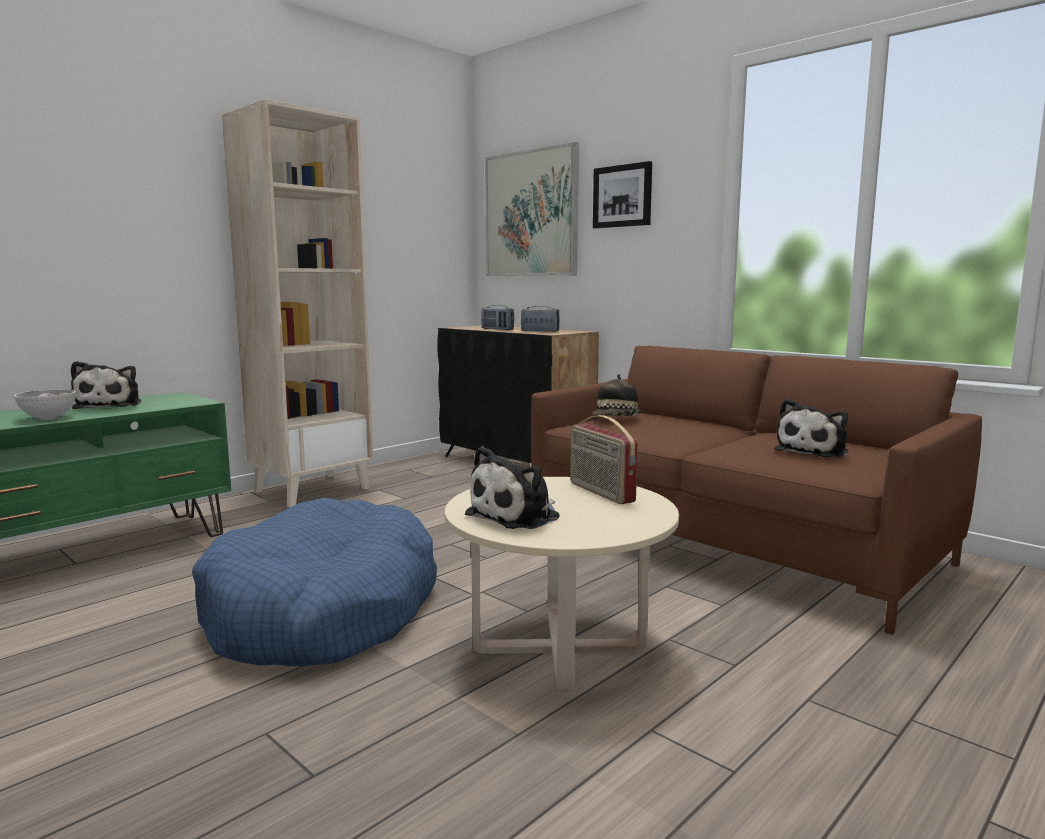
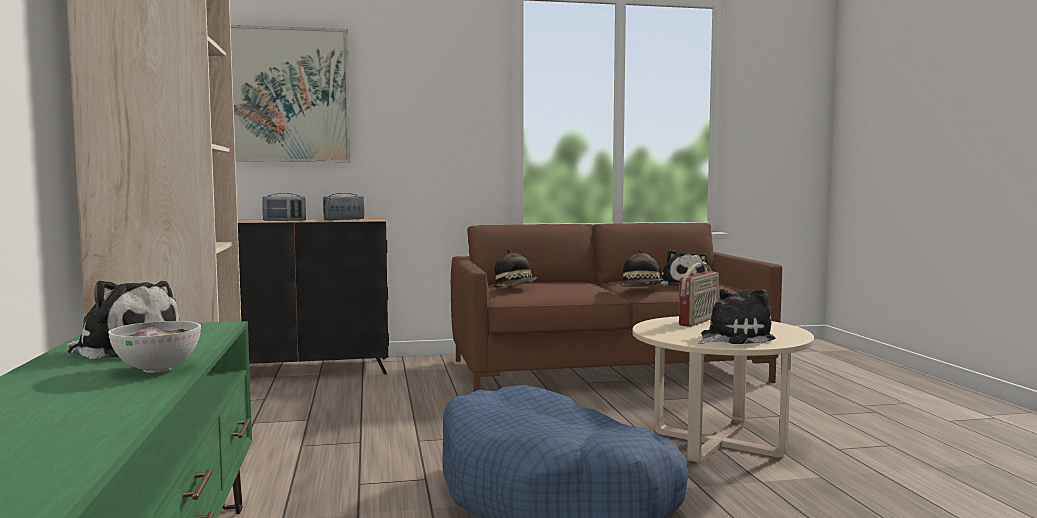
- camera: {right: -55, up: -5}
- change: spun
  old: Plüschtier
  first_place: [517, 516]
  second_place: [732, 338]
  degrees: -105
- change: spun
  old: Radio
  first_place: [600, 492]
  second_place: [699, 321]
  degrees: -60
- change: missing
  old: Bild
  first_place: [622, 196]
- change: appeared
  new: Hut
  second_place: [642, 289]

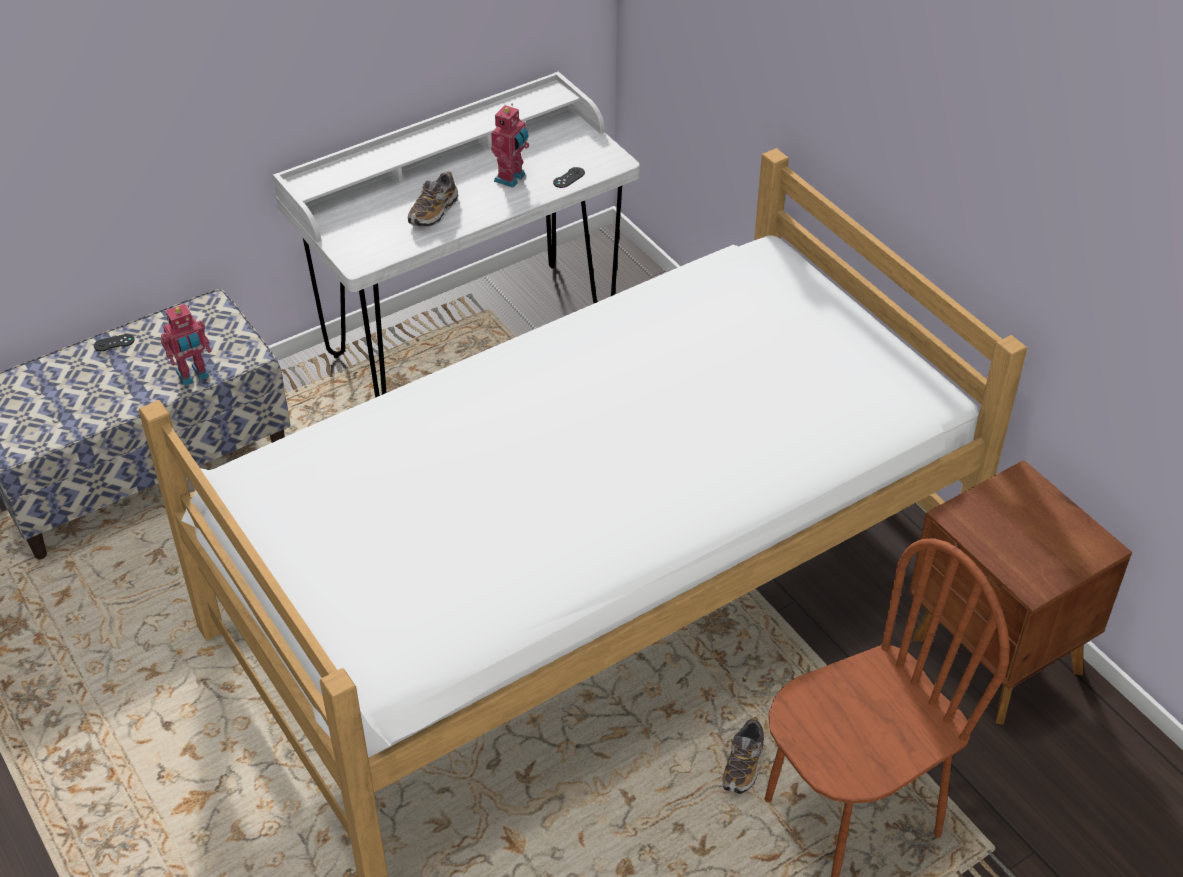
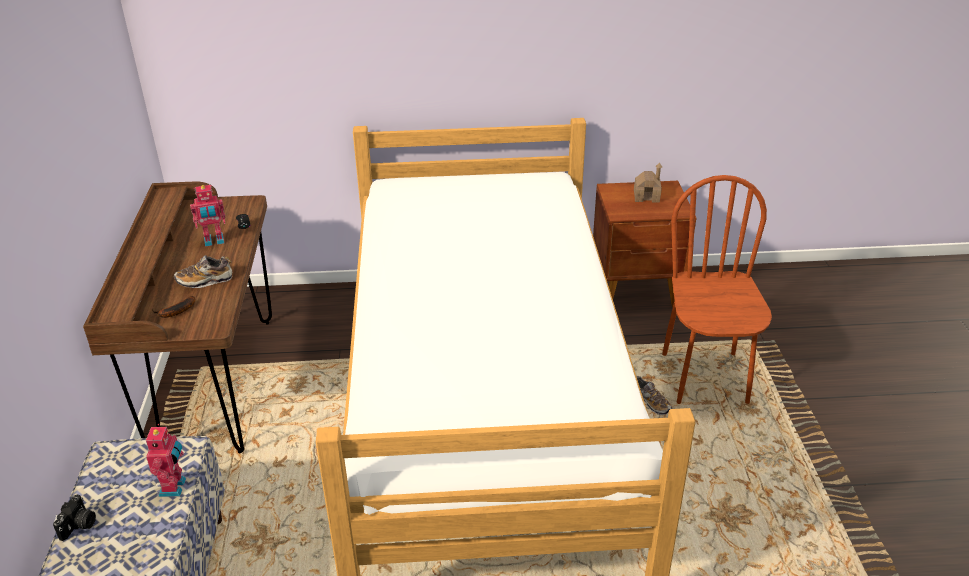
- camera: {right: -60, up: -10}
- change: exchanged
  old: Gamepad [schwarz]
  new: Kamera
  first_place: [114, 343]
  second_place: [79, 526]
- change: colour
  old: Schreibtisch [weiß]
  new: Schreibtisch [braun]
  first_place: [471, 336]
  second_place: [215, 384]
- change: spun
  old: Schuh
  first_place: [434, 212]
  second_place: [205, 280]
  degrees: 105
- change: spun
  old: Spielzeugroboter
  first_place: [511, 178]
  second_place: [214, 241]
  degrees: 105
- change: appeared
  new: Banane
  second_place: [175, 312]
- change: appeared
  new: Spielzeughaus
  second_place: [646, 196]

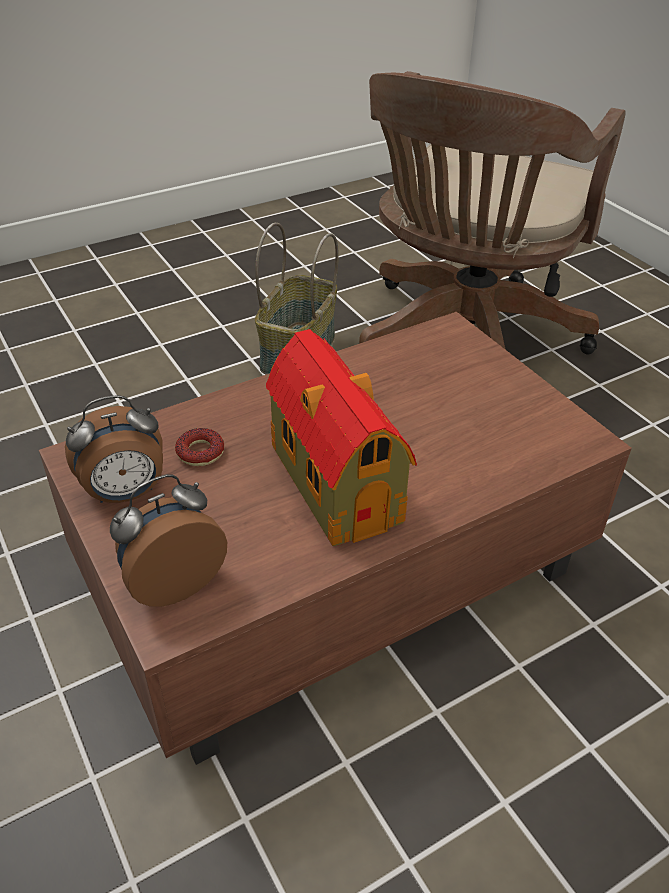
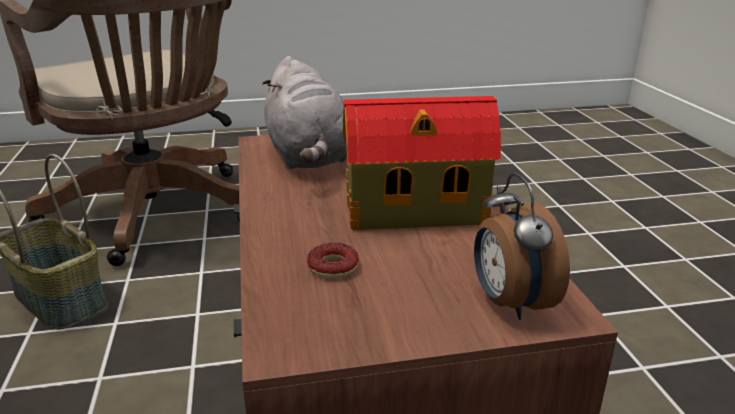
- camera: {right: -70, up: -15}
- change: missing
  old: Wecker
  first_place: [126, 493]
- change: appeared
  new: Plüschtier [grau]
  second_place: [309, 157]

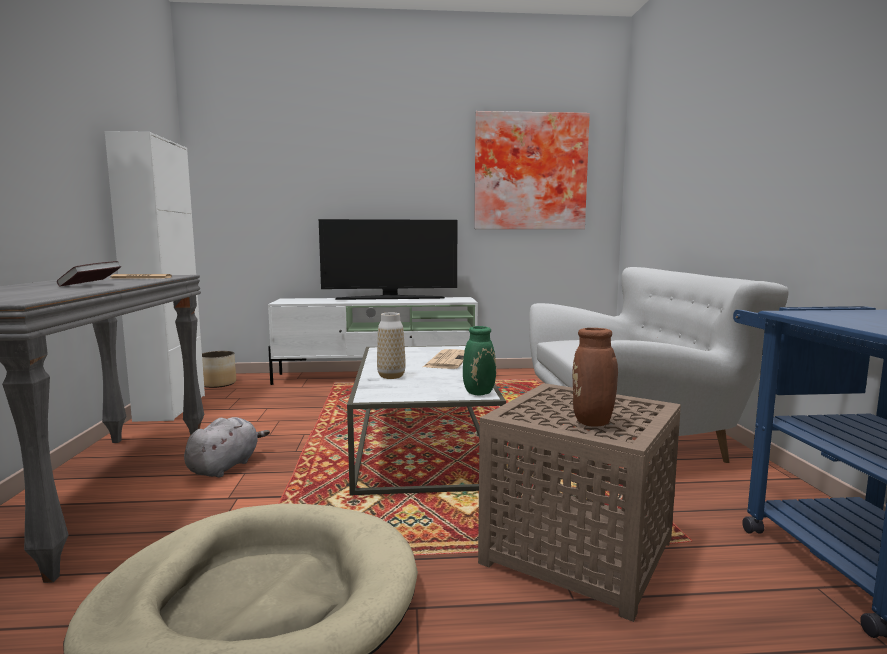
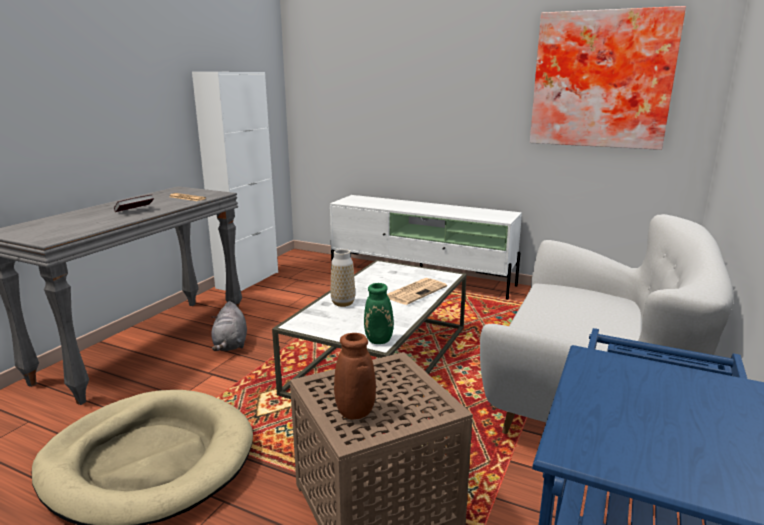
- camera: {right: 30, up: 10}
- change: spun
  old: Plüschtier [grau]
  first_place: [225, 466]
  second_place: [230, 344]
  degrees: 120
- change: missing
  old: Pflanzkübel
  first_place: [218, 383]
- change: missing
  old: Fernseher
  first_place: [390, 299]

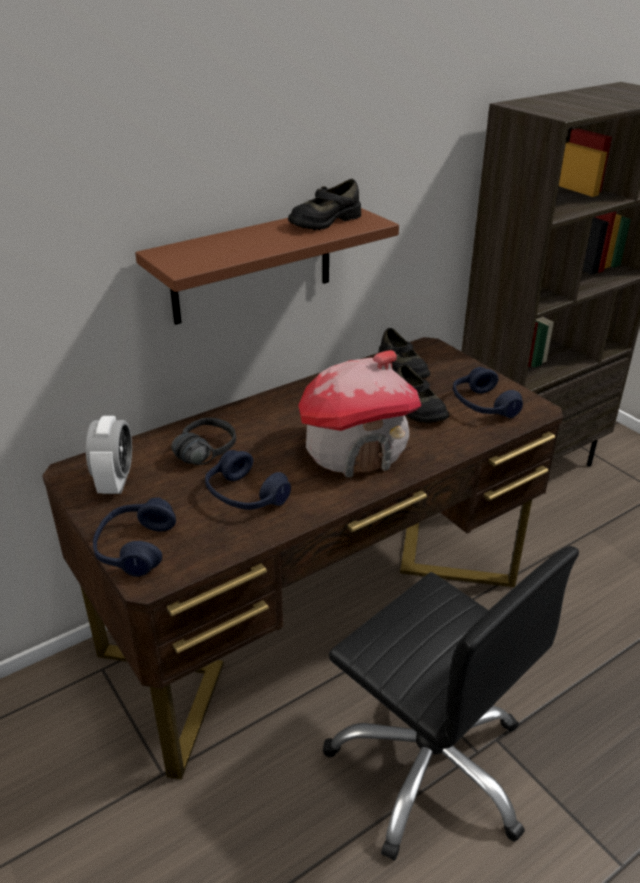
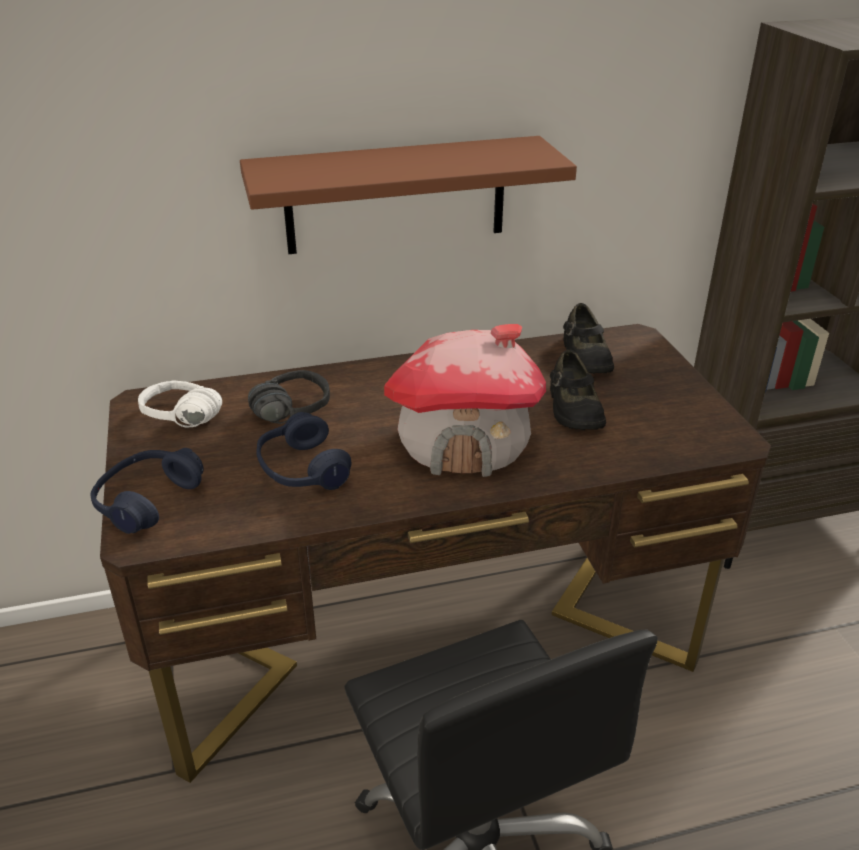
- camera: {right: 20, up: 0}
- change: exchanged
  old: Wecker
  new: Kopfhörer [weiß]
  first_place: [115, 482]
  second_place: [176, 423]
- change: missing
  old: Schuh [schwarz]
  first_place: [324, 221]
- change: missing
  old: Kopfhörer [blau]
  first_place: [483, 405]

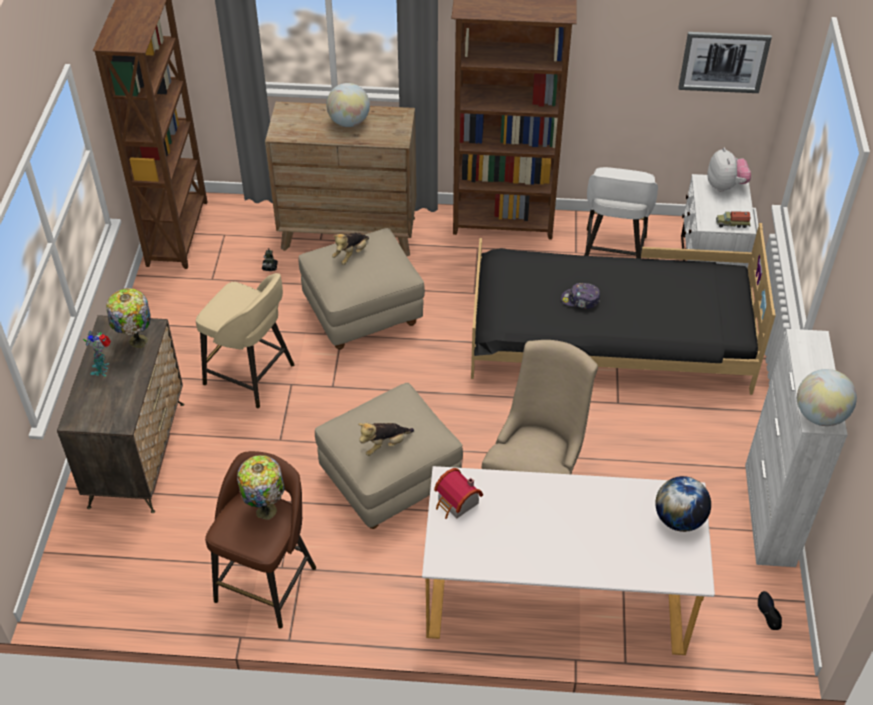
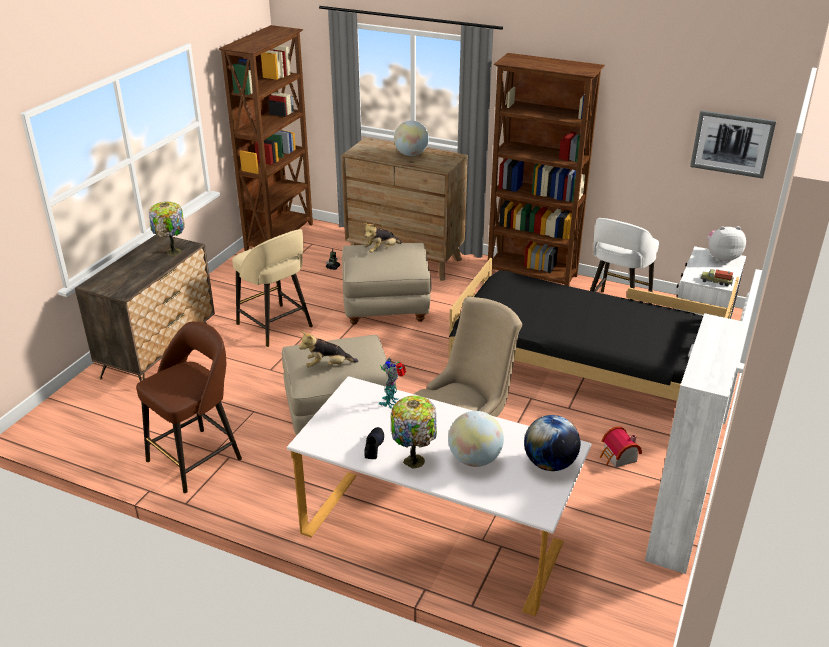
- camera: {right: 20, up: -15}
- change: relocated
  old: Spielzeugroboter
  first_place: [102, 369]
  second_place: [391, 402]
- change: relocated
  old: Tischlampe
  first_place: [266, 509]
  second_place: [414, 459]
- change: relocated
  old: Spielzeughaus
  first_place: [457, 503]
  second_place: [618, 458]
- change: missing
  old: Kappe
  first_place: [580, 300]
- change: spun
  old: Plüschtier
  first_place: [725, 186]
  second_place: [721, 258]
  degrees: -105
- change: relocated
  old: Schuh [schwarz]
  first_place: [768, 612]
  second_place: [373, 446]
- change: relocated
  old: Globus
  first_place: [820, 415]
  second_place: [474, 459]

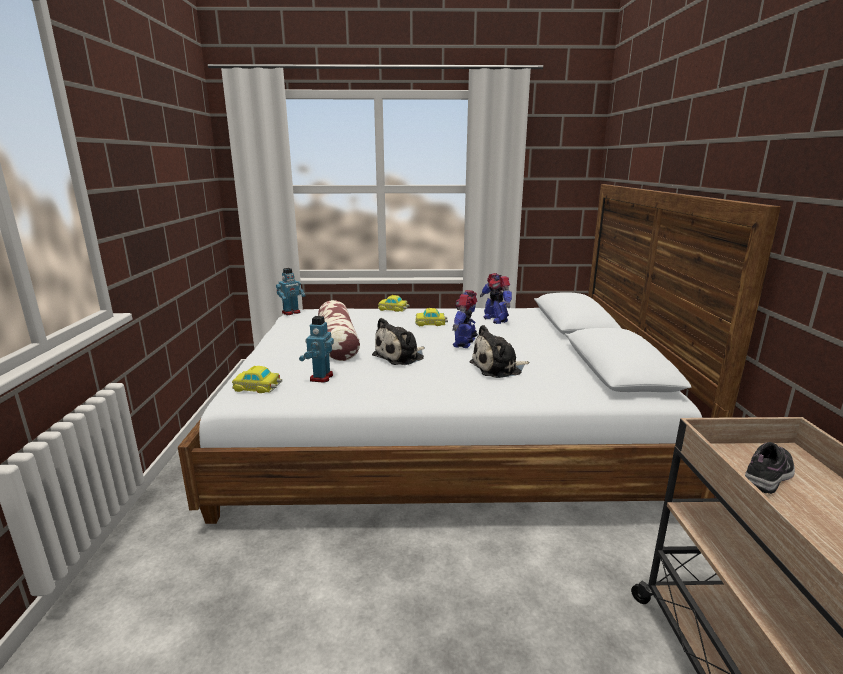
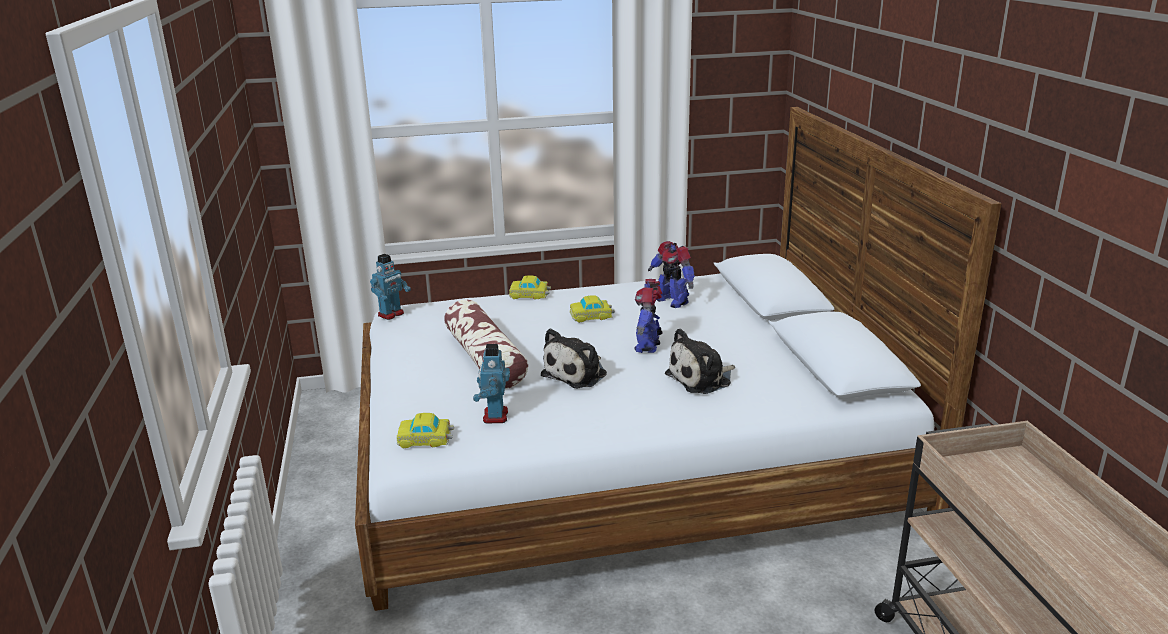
- camera: {right: -10, up: 5}
- change: missing
  old: Schuh
  first_place: [768, 475]

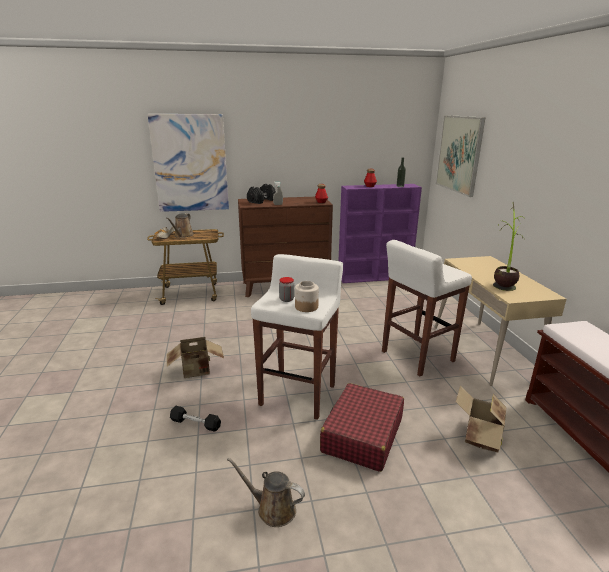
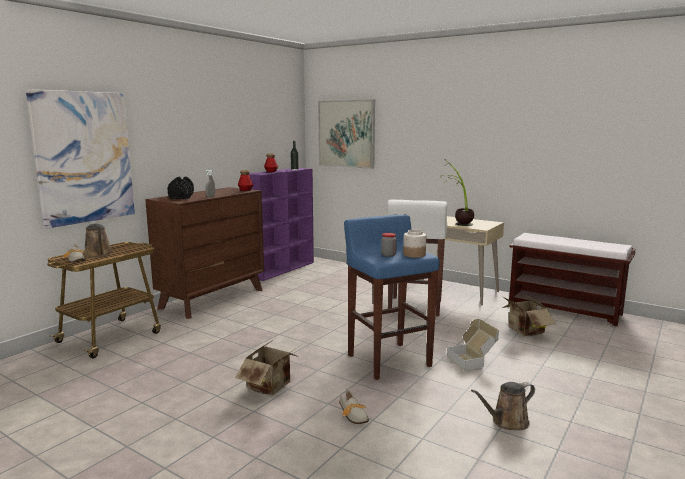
- camera: {right: -45, up: -10}
- change: exchanged
  old: Hantel [schwarz]
  new: Schuh
  first_place: [195, 423]
  second_place: [354, 415]
- change: colour
  old: Hocker [weiß]
  new: Hocker [blau]
  first_place: [298, 394]
  second_place: [388, 360]
- change: exchanged
  old: Koffer [rot]
  new: Karton
  first_place: [362, 435]
  second_place: [472, 360]

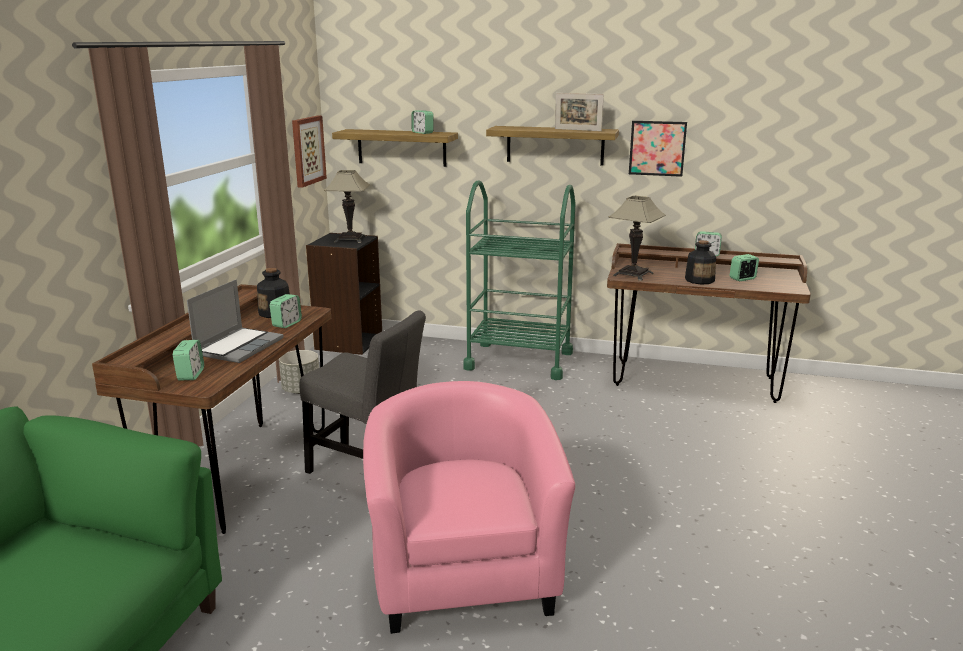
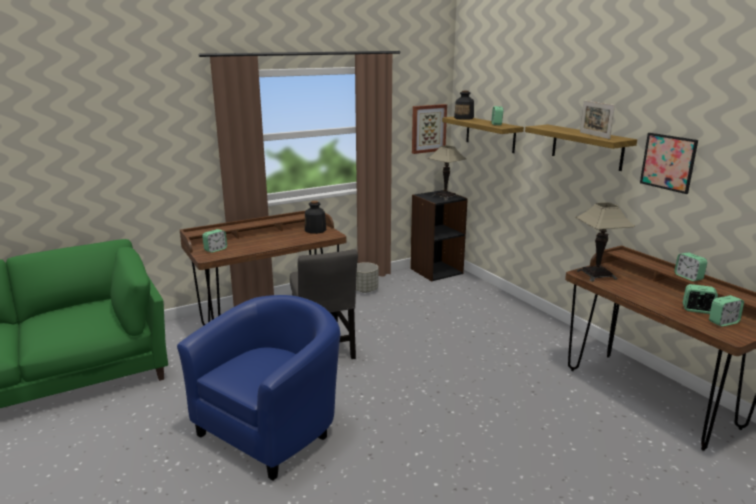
- camera: {right: 45, up: 0}
- change: missing
  old: Laptop
  first_place: [239, 346]
- change: relocated
  old: Wecker
  first_place: [287, 324]
  second_place: [723, 322]
- change: colour
  old: Sessel [rosa]
  new: Sessel [blau]
  first_place: [463, 573]
  second_place: [272, 429]
- change: missing
  old: Rollwagen [grün]
  first_place: [519, 360]
- change: relocated
  old: Flasche
  first_place: [699, 280]
  second_place: [464, 118]

